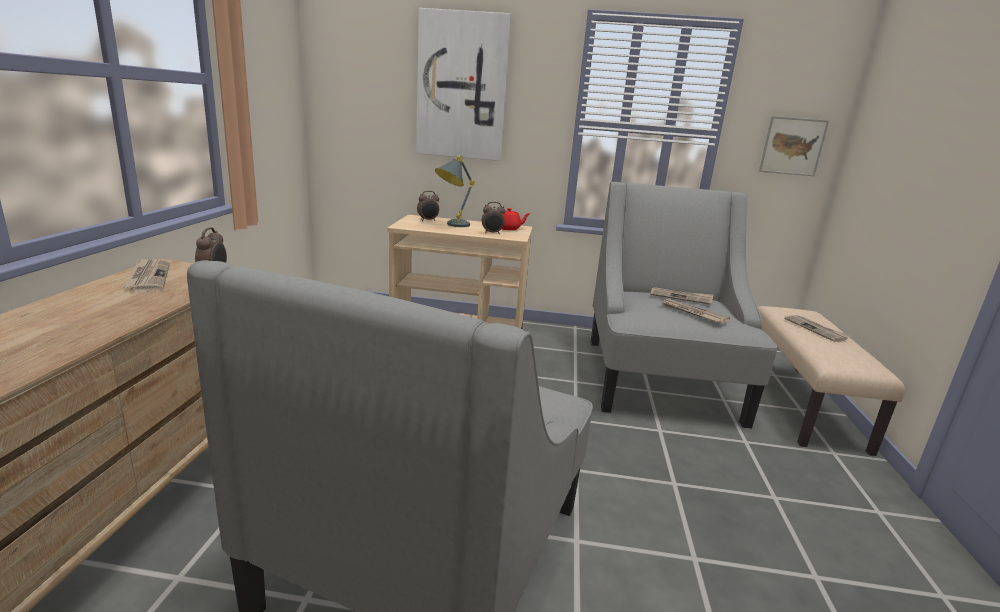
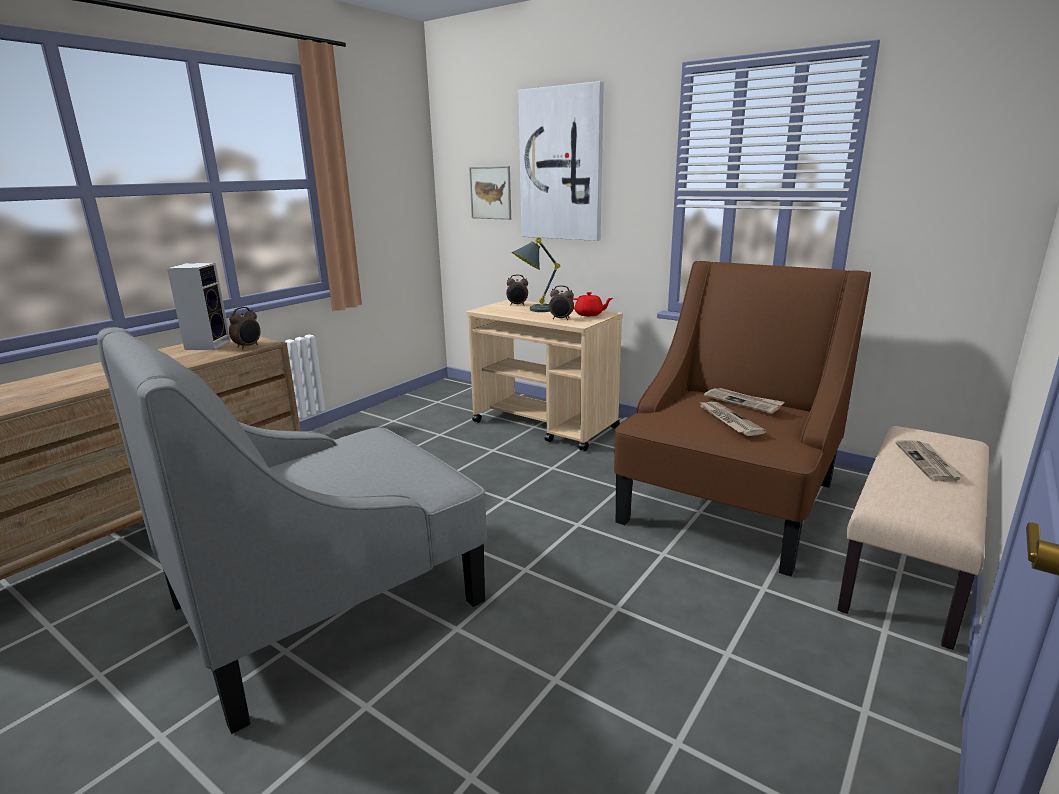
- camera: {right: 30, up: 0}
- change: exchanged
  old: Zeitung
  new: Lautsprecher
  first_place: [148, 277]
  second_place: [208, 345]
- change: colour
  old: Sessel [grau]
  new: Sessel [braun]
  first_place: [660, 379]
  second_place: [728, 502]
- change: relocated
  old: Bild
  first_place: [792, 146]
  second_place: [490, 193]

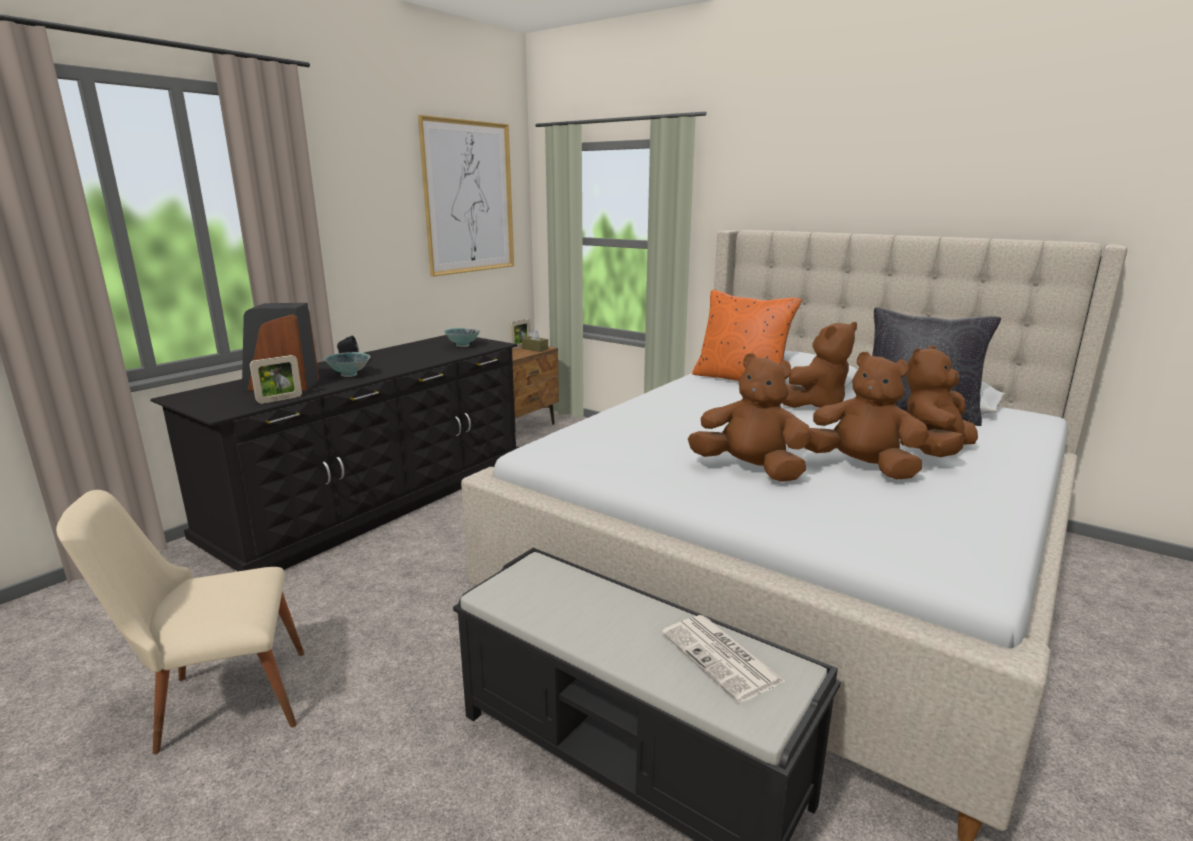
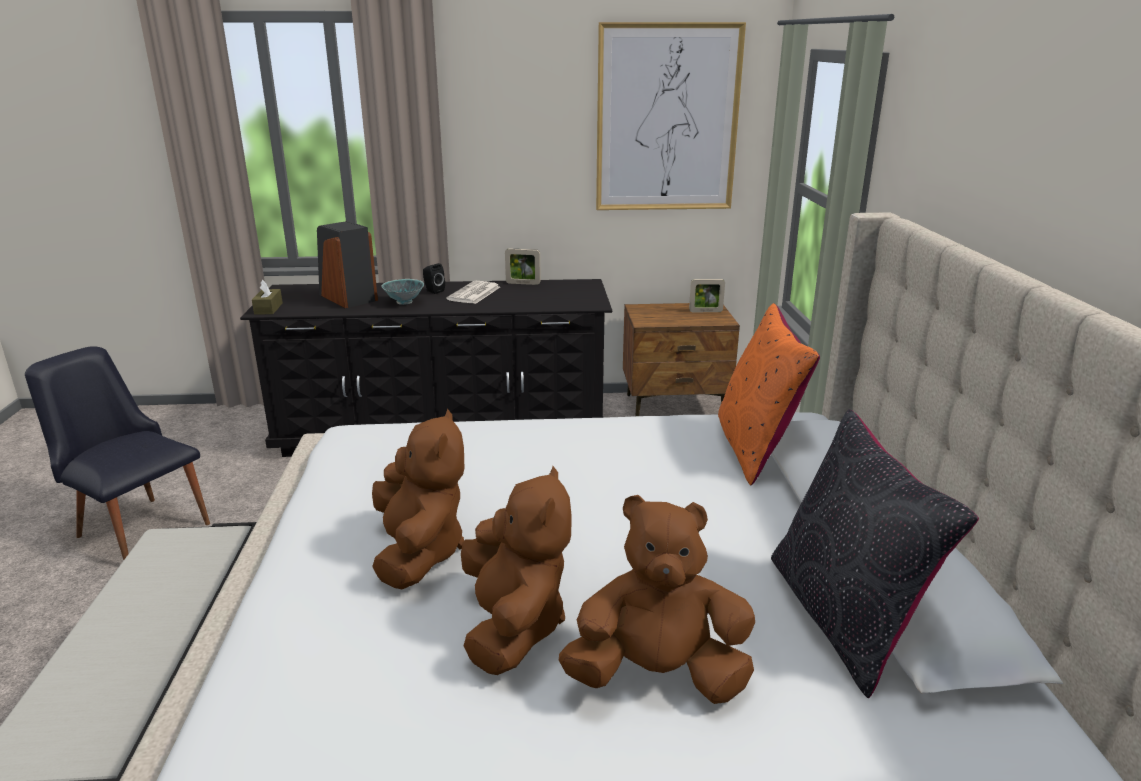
- camera: {right: 50, up: 5}
- change: colour
  old: Stuhl [beige]
  new: Stuhl [schwarz]
  first_place: [217, 701]
  second_place: [137, 526]
- change: relocated
  old: Bilderrahmen
  first_place: [279, 399]
  second_place: [523, 283]
- change: missing
  old: Schüssel
  first_place: [462, 346]
- change: relocated
  old: Taschentuchbox [braun]
  first_place: [535, 349]
  second_place: [268, 308]
- change: relocated
  old: Zeitung
  first_place: [722, 658]
  second_place: [474, 294]
- change: missing
  old: Plüschtier [braun]
  first_place: [816, 404]

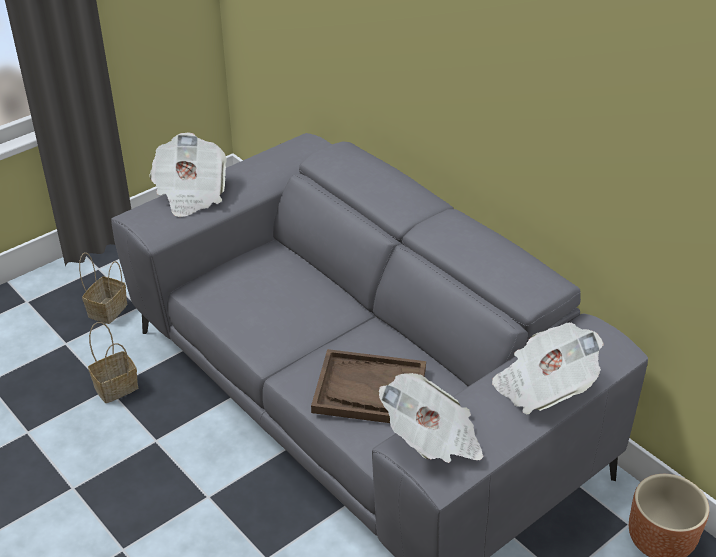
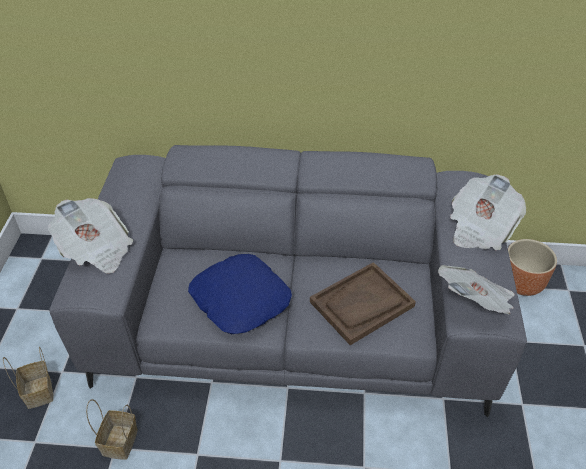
- camera: {right: -45, up: 5}
- change: appeared
  new: Kissen [blau]
  second_place: [240, 300]

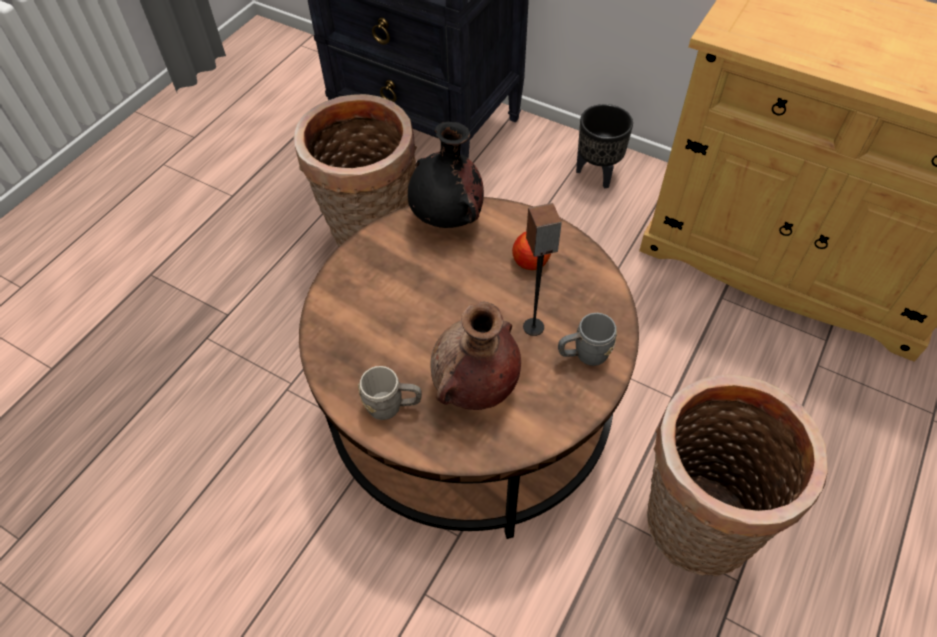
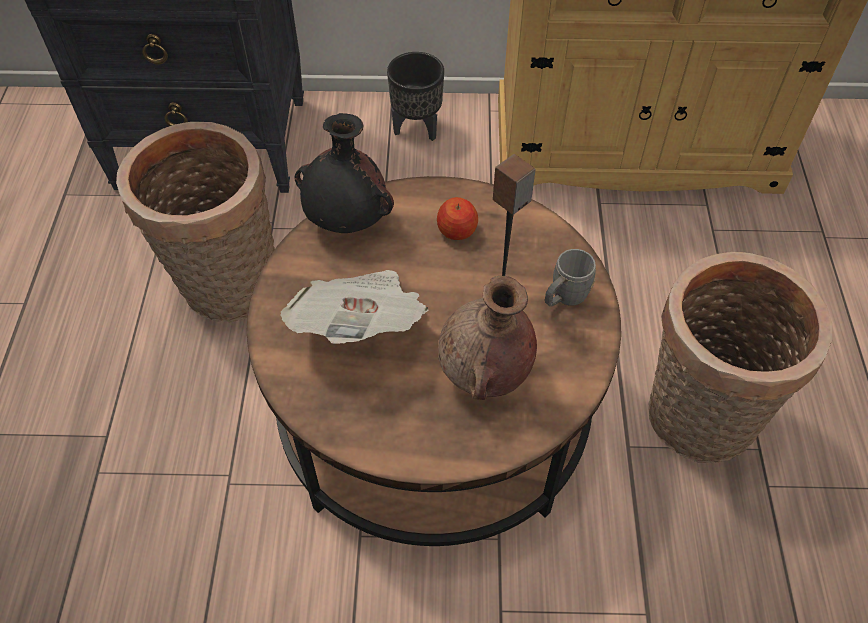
- camera: {right: -30, up: 0}
- change: missing
  old: Henkelbecher [grau]
  first_place: [392, 406]
- change: appeared
  new: Zeitung
  second_place: [360, 325]

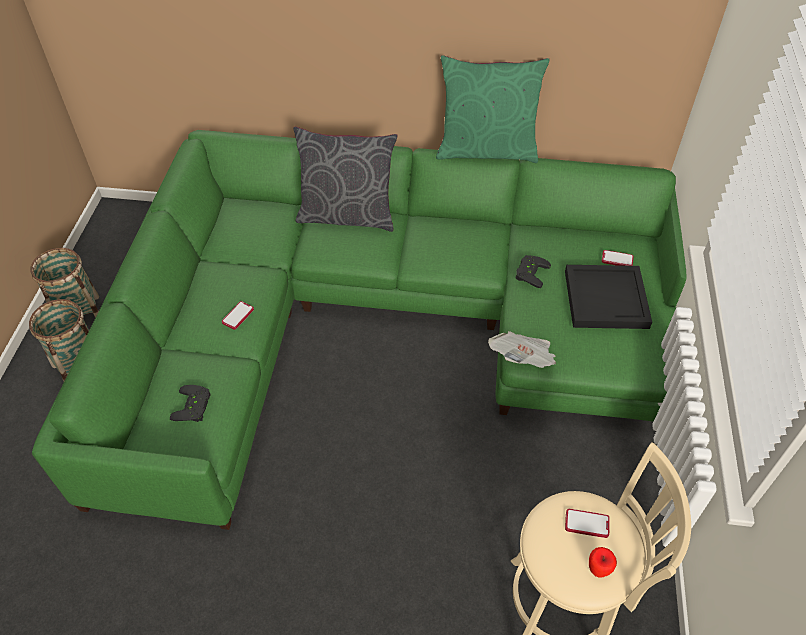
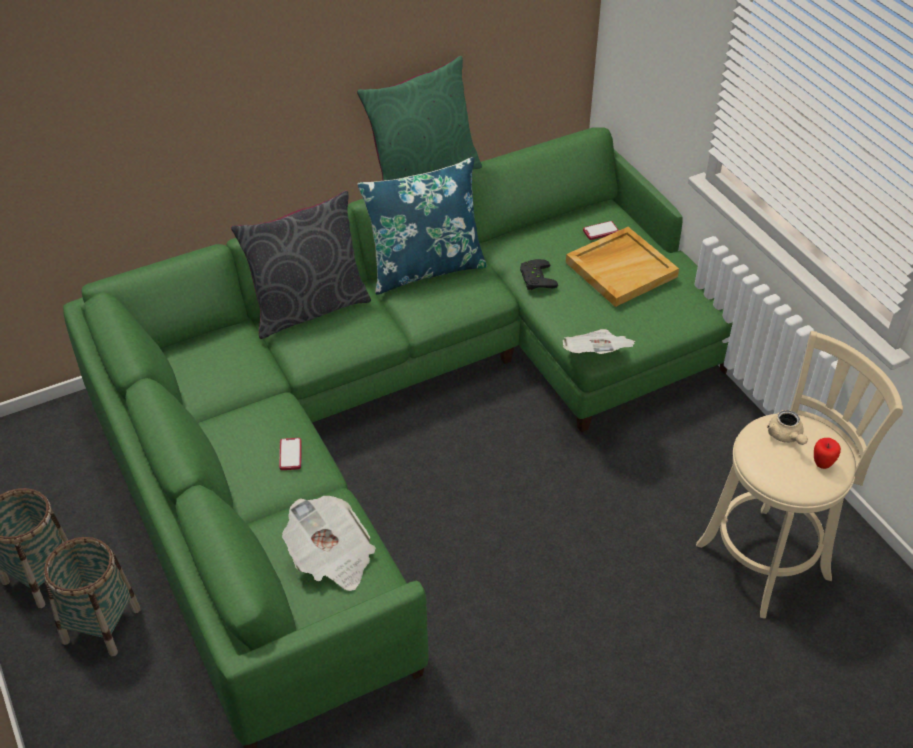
- camera: {right: -35, up: -5}
- change: exchanged
  old: Gamepad [schwarz]
  new: Zeitung
  first_place: [194, 407]
  second_place: [331, 557]
- change: colour
  old: Tablett [schwarz]
  new: Tablett [beige]
  first_place: [606, 298]
  second_place: [621, 269]
- change: exchanged
  old: Handy
  new: Teekanne [beige]
  first_place: [587, 524]
  second_place: [786, 436]
- change: appeared
  new: Kissen [blau]
  second_place: [425, 268]

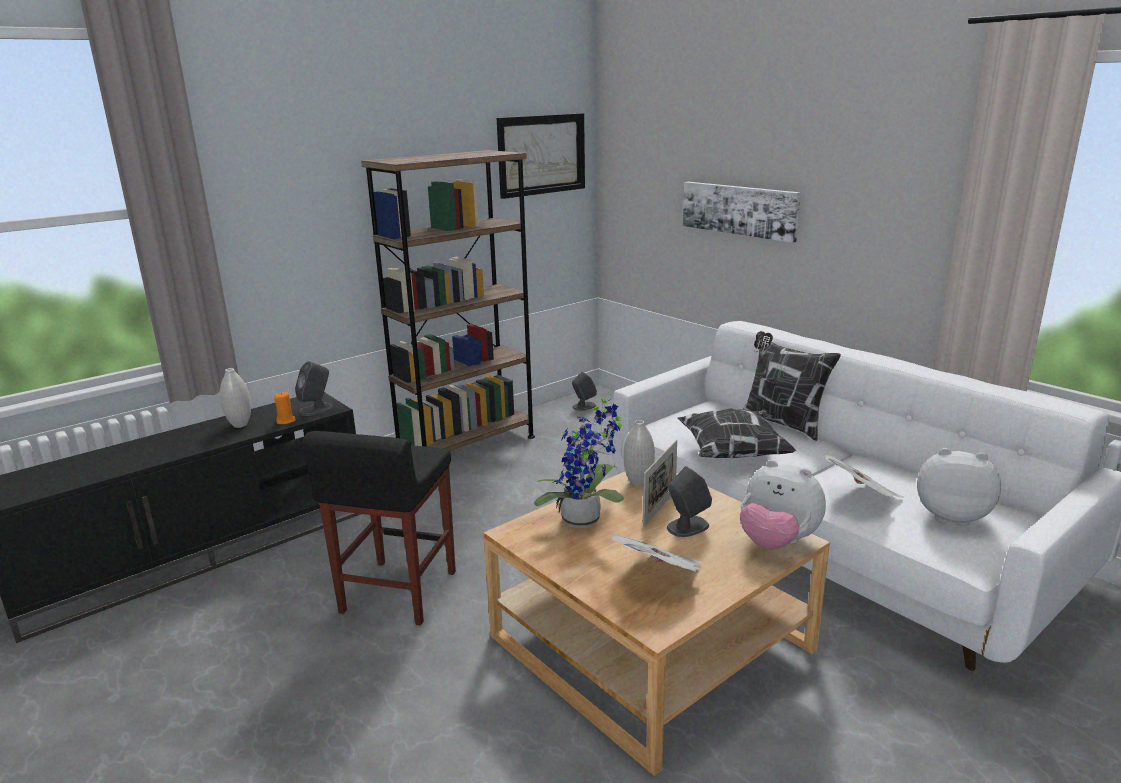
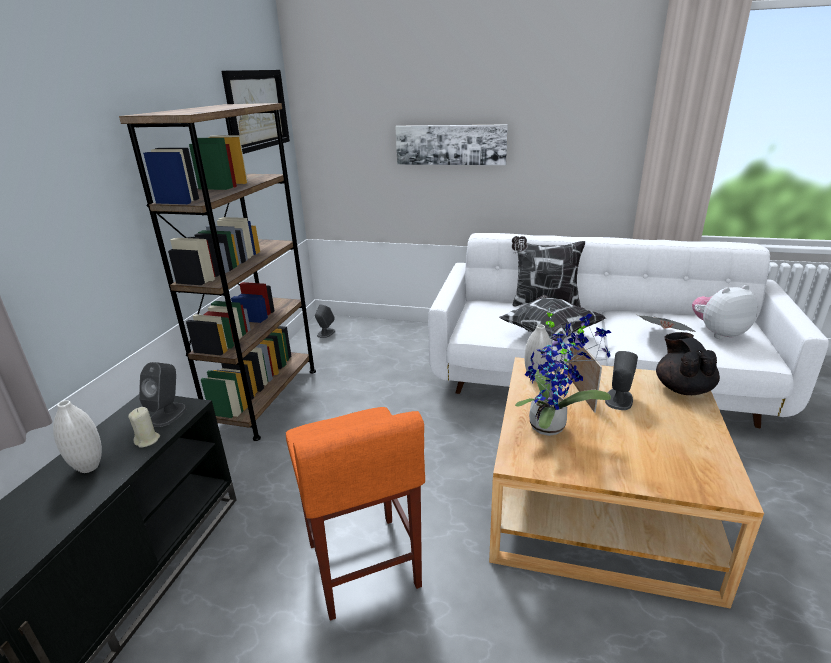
- camera: {right: -35, up: 5}
- change: colour
  old: Kerze [orange]
  new: Kerze [beige]
  first_place: [286, 421]
  second_place: [147, 440]
- change: colour
  old: Hocker [schwarz]
  new: Hocker [orange]
  first_place: [398, 592]
  second_place: [363, 566]
- change: missing
  old: Zeitung
  first_place: [660, 575]
- change: exchanged
  old: Plüschtier
  new: Teekanne [schwarz]
  first_place: [777, 543]
  second_place: [682, 388]

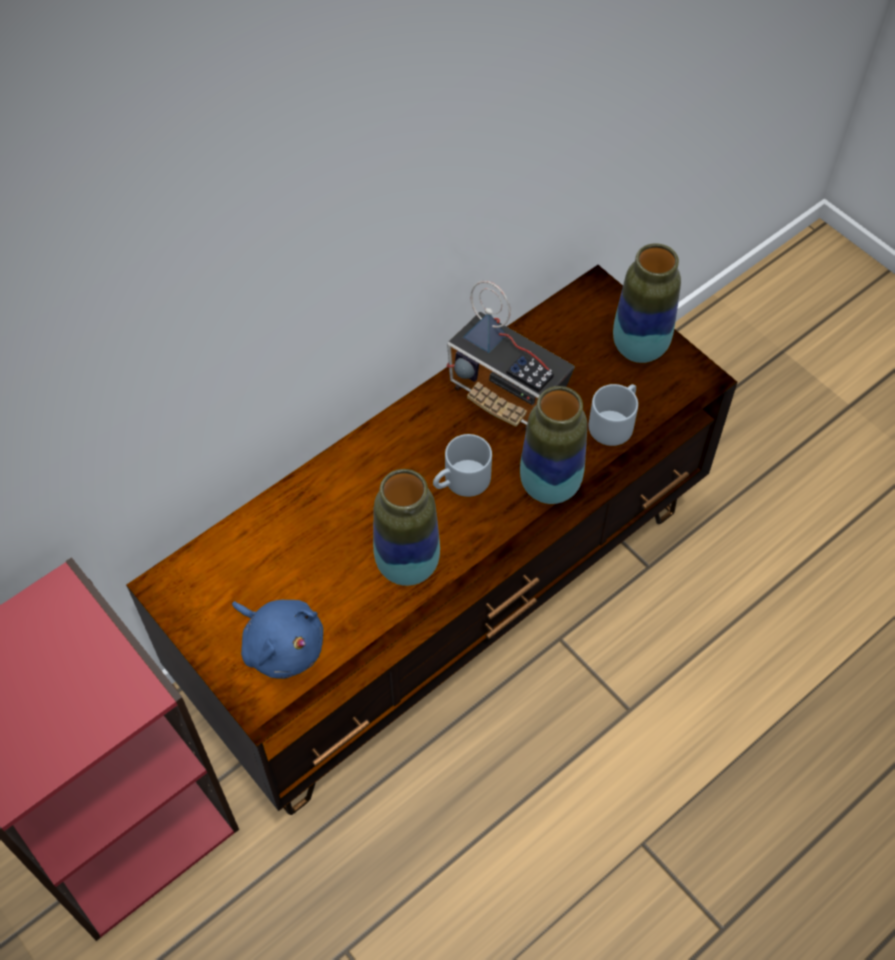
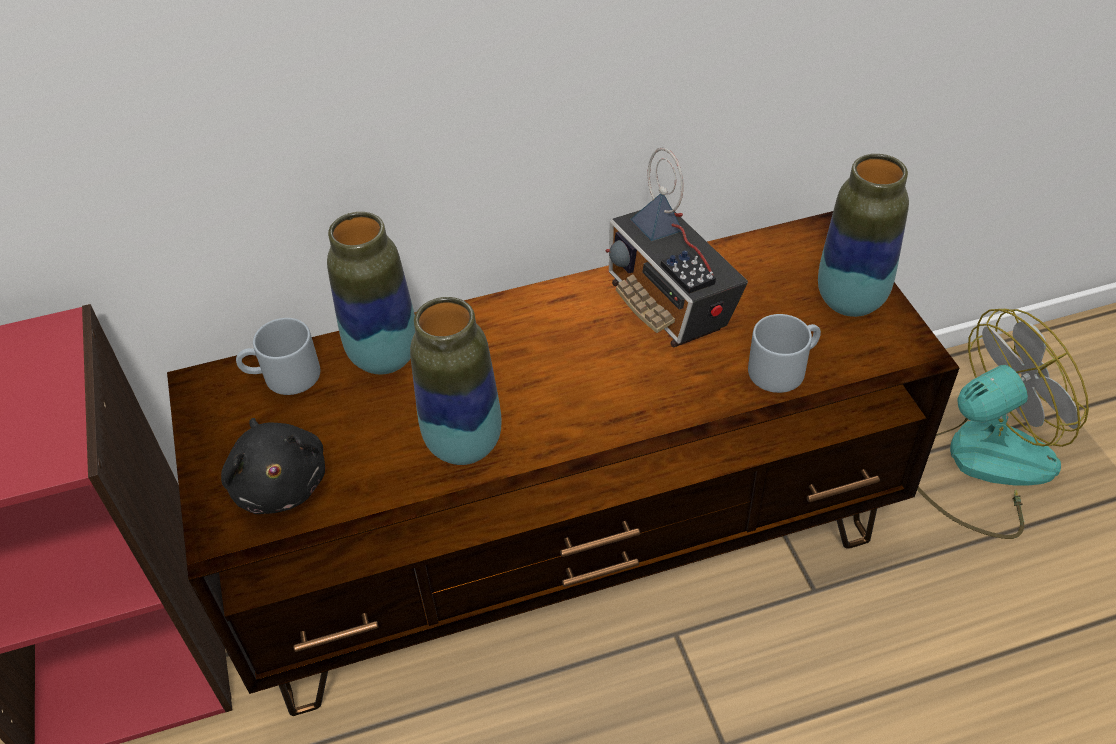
- camera: {right: 25, up: -10}
- change: colour
  old: Plüschtier [blau]
  new: Plüschtier [schwarz]
  first_place: [281, 645]
  second_place: [280, 482]
- change: relocated
  old: Henkelbecher [grau]
  first_place: [461, 482]
  second_place: [282, 377]
- change: relocated
  old: Vase
  first_place: [549, 486]
  second_place: [384, 357]
- change: appeared
  new: Ventilator
  second_place: [980, 465]

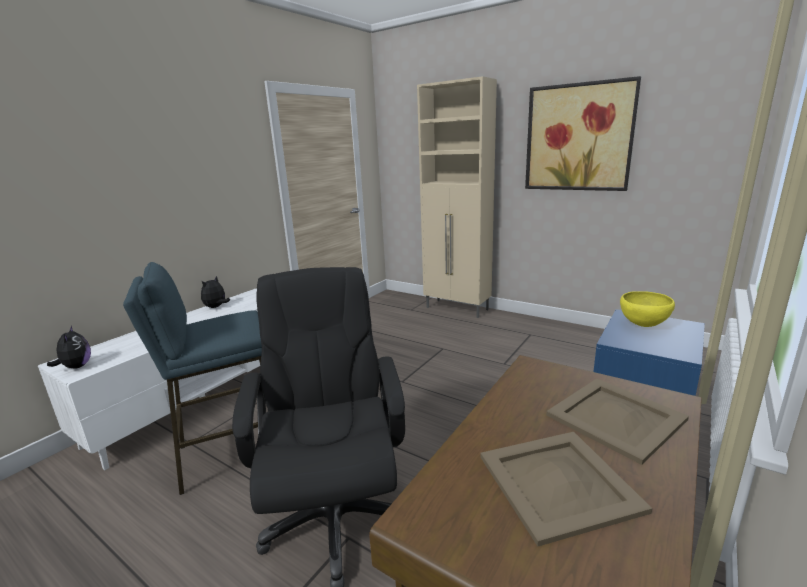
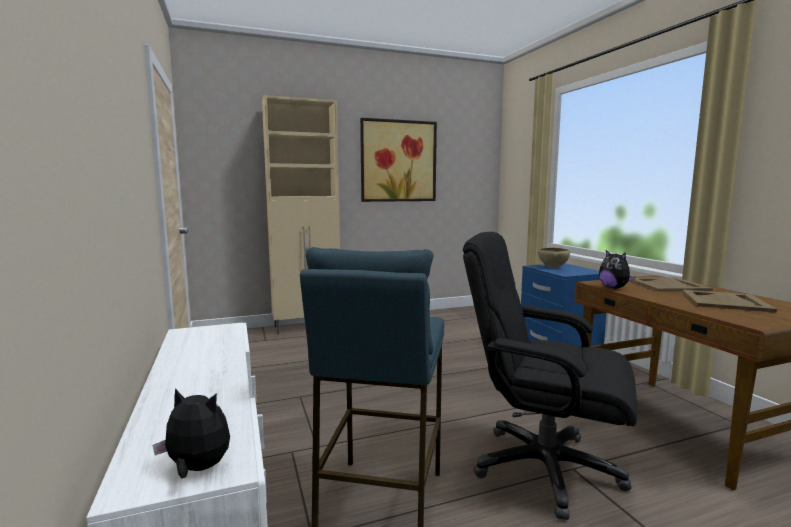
- camera: {right: -55, up: -10}
- change: relocated
  old: Plüschtier
  first_place: [216, 307]
  second_place: [614, 288]
- change: colour
  old: Schüssel [gelb]
  new: Schüssel [braun]
  first_place: [643, 325]
  second_place: [552, 267]

